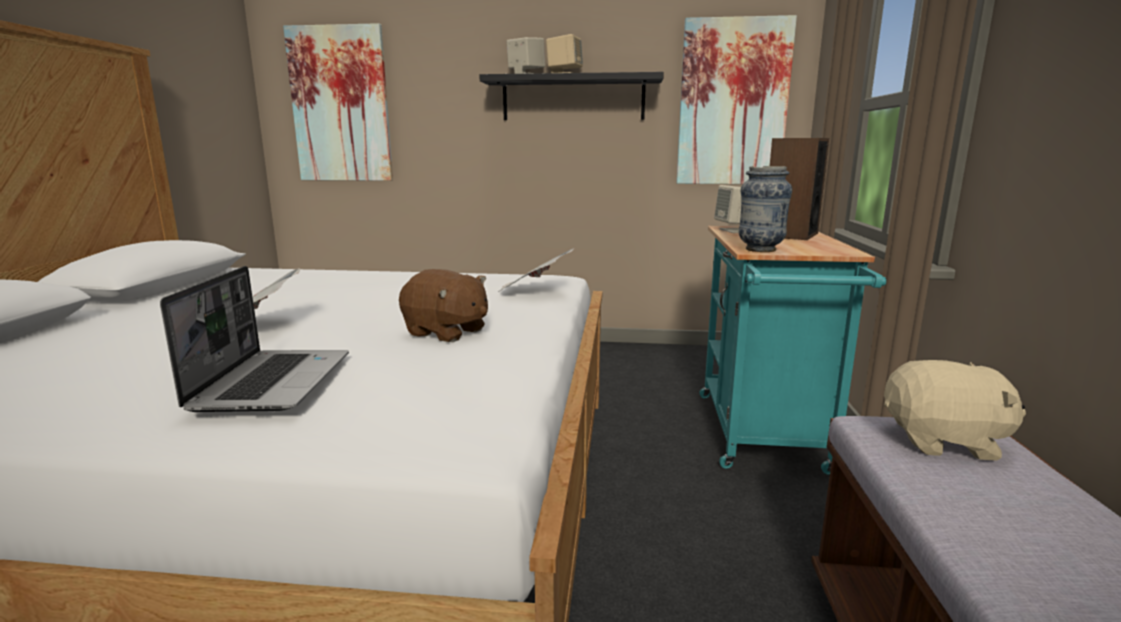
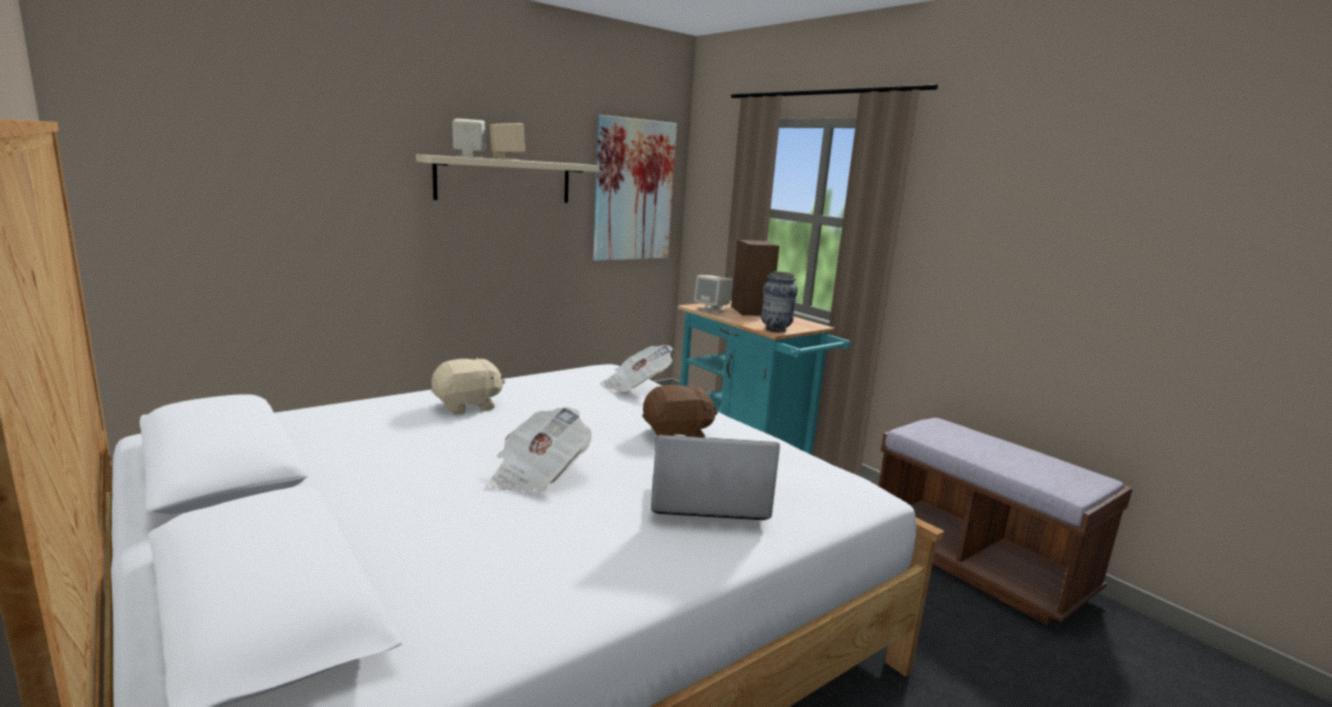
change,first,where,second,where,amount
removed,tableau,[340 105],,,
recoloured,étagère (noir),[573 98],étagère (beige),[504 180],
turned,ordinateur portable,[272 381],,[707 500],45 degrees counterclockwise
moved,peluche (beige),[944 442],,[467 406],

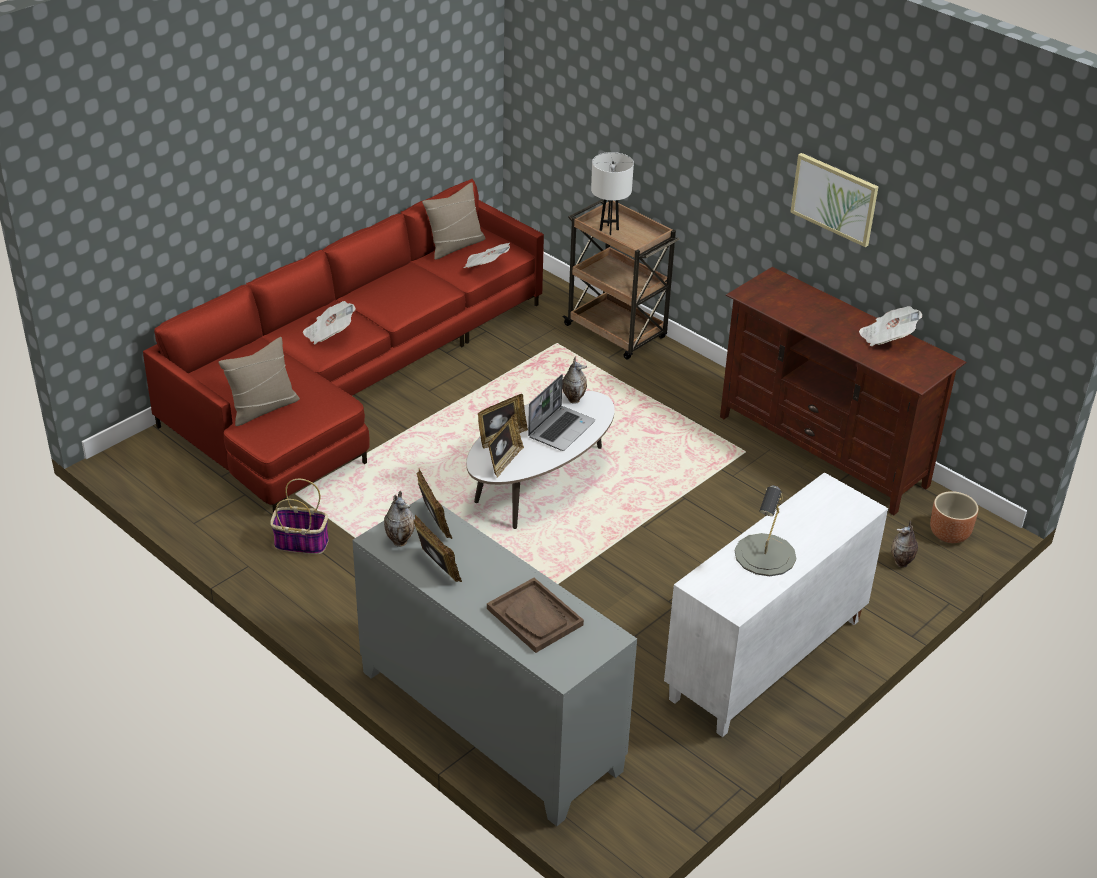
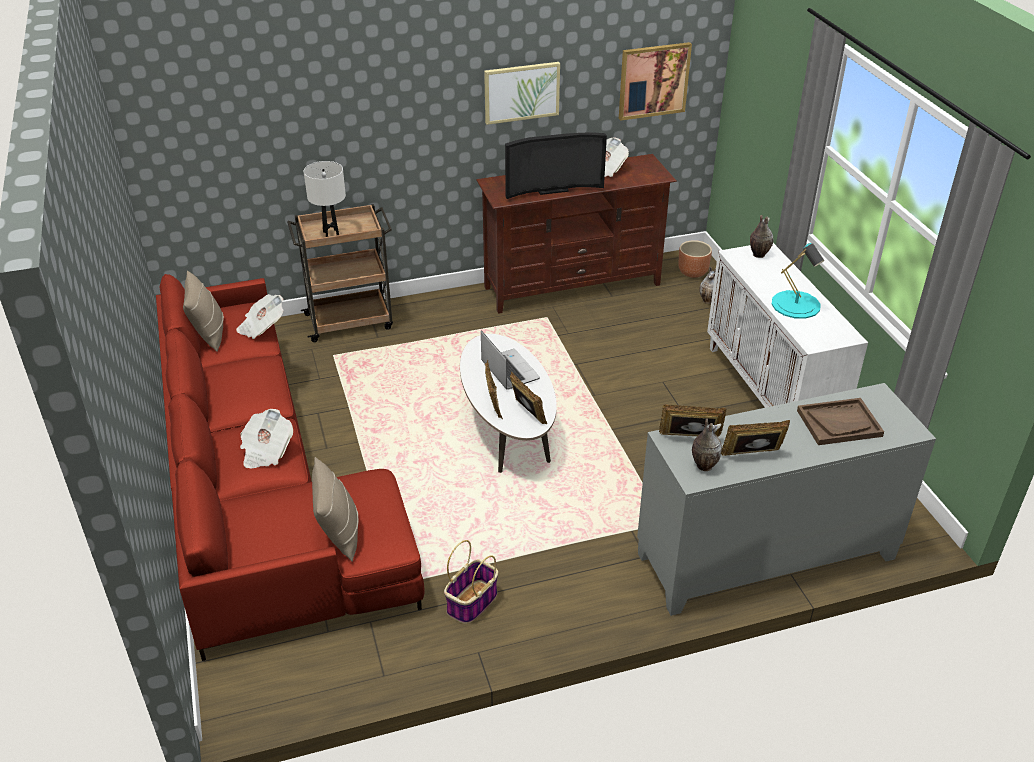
change,first,where,second,where,amount
moved,vase,[573 399],,[758 255],
recoloured,lampe de table (gris),[765 555],lampe de table (turquoise),[796 304],
added,,,tableau,[653 80],
added,,,téléviseur,[551 189],

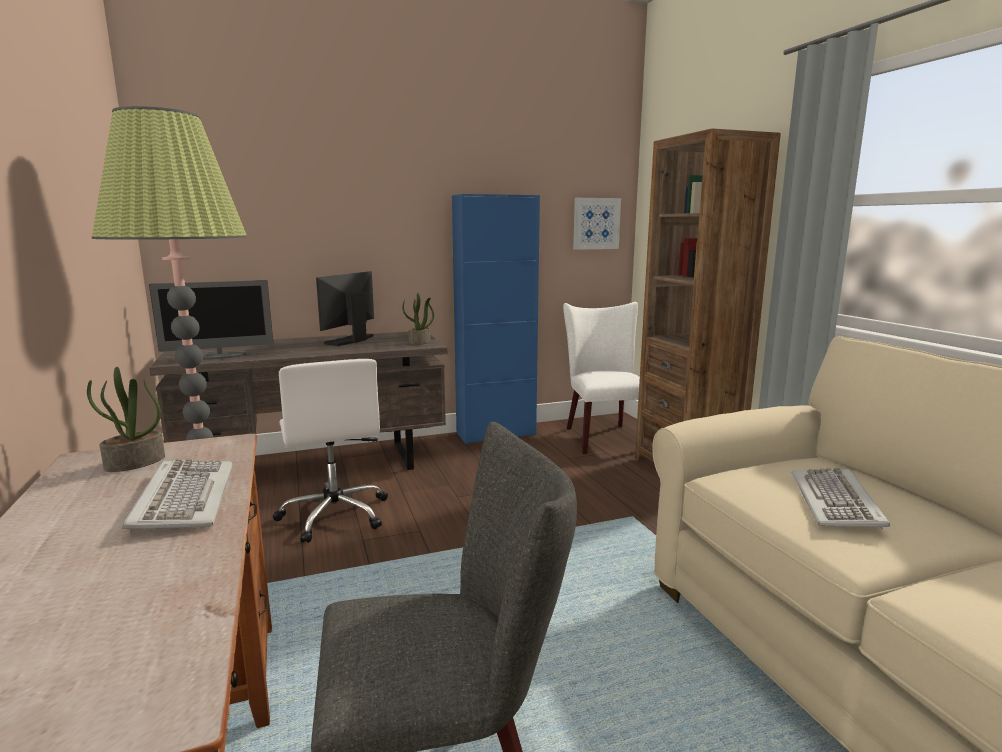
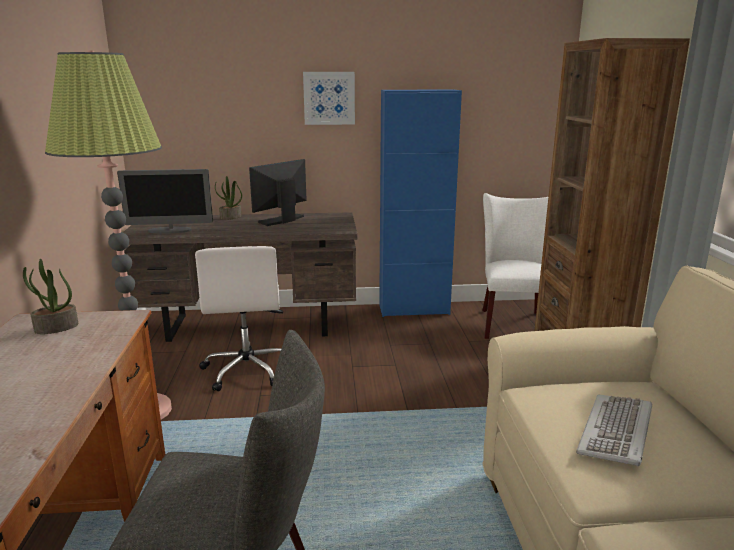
change,first,where,second,where,amount
moved,tableau,[596 223],,[329 98],
moved,plante en pot,[420 342],,[230 217],
removed,clavier,[183 498],,,

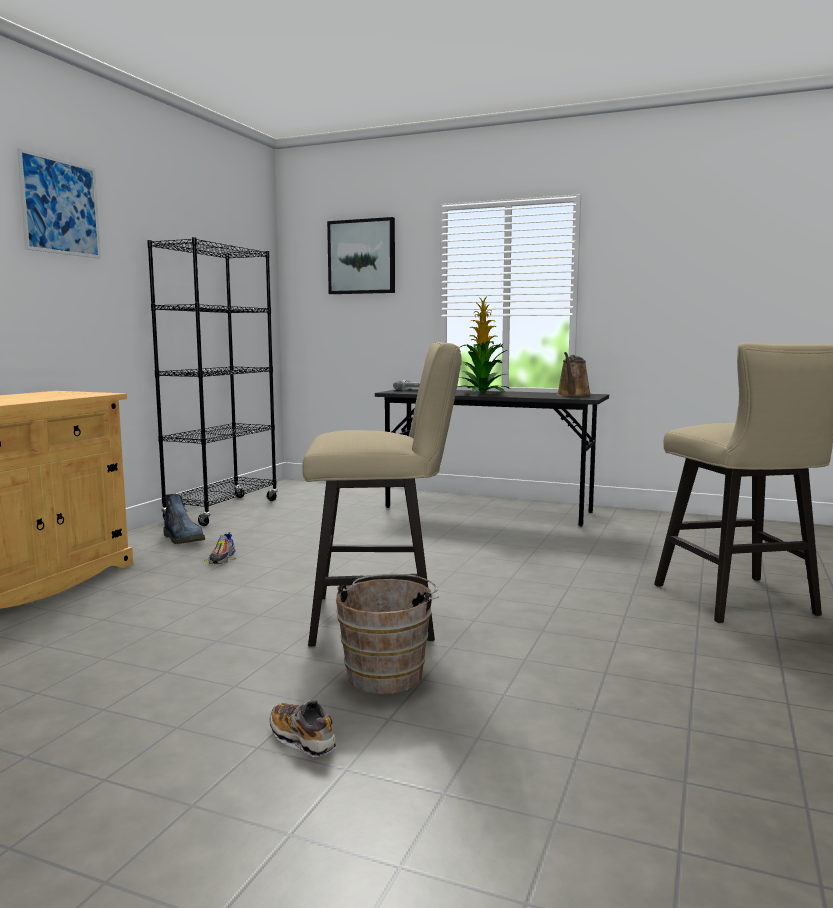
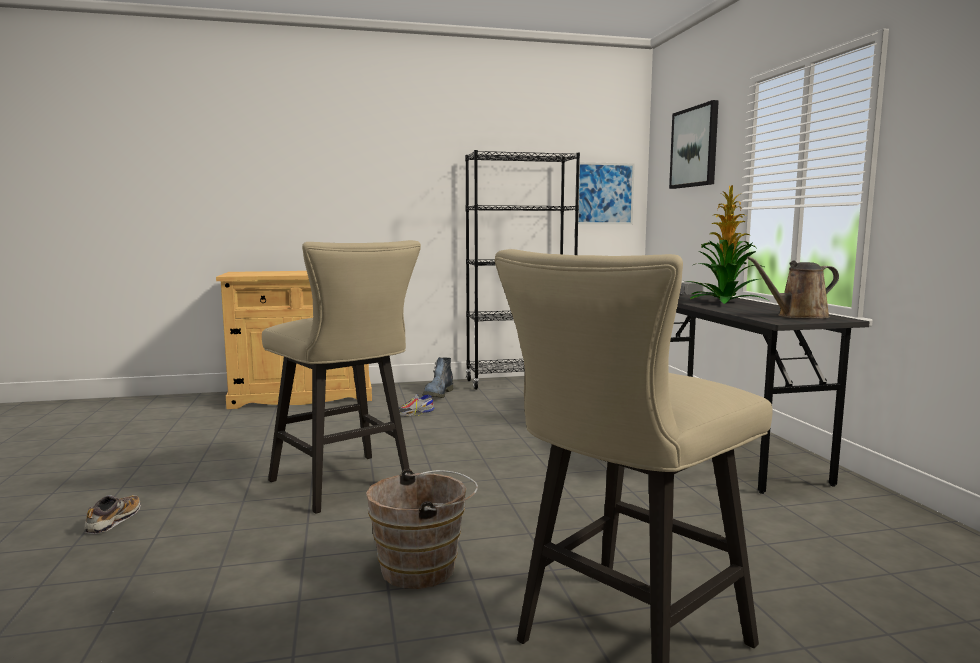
change,first,where,second,where,amount
moved,tableau,[60 207],,[605 193],
moved,seau (marron),[387 673],,[424 568],

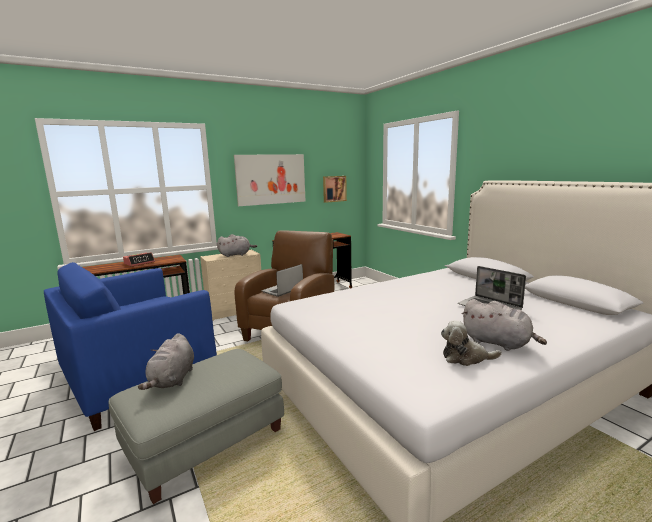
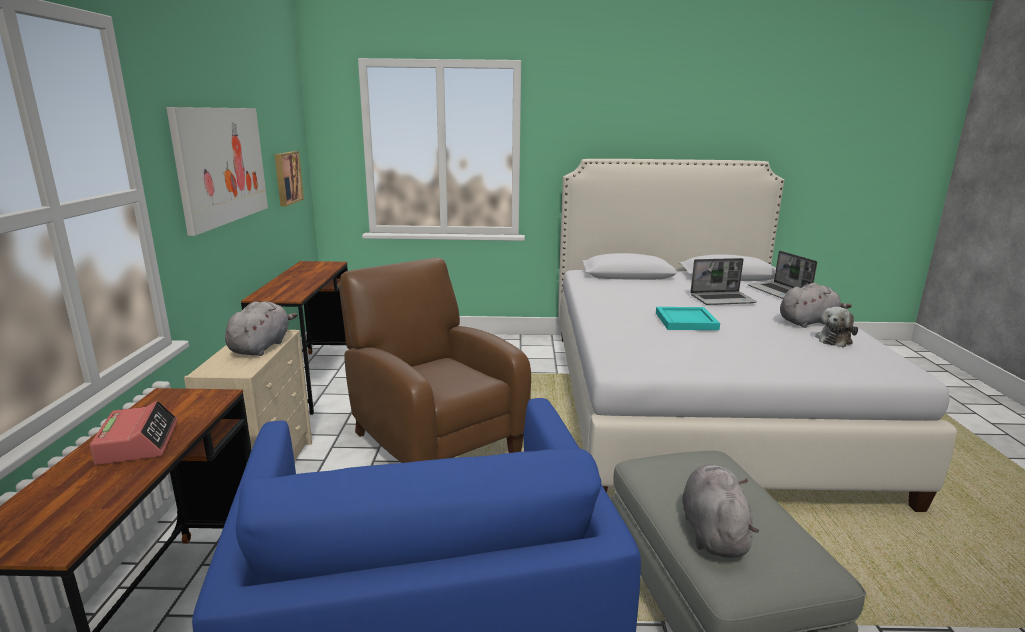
change,first,where,second,where,amount
moved,ordinateur portable,[282 290],,[779 292],
turned,peluche (gris),[172 380],,[713 531],120 degrees counterclockwise
added,,,plateau (turquoise),[685 321],

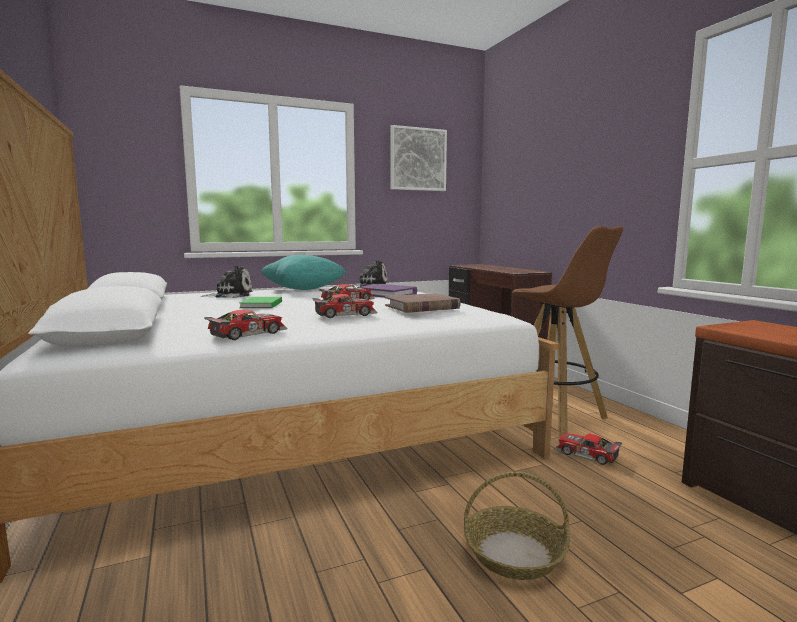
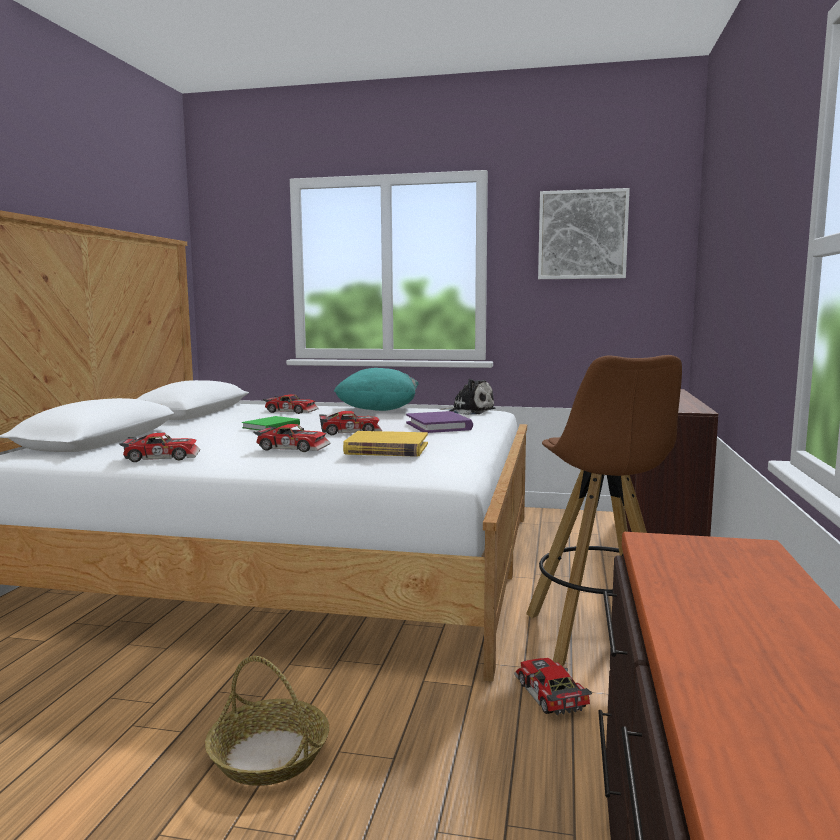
change,first,where,second,where,amount
replaced,peluche,[231 295],petite voiture,[292 411],
recoloured,livre (marron),[422 307],livre (jaune),[386 449],

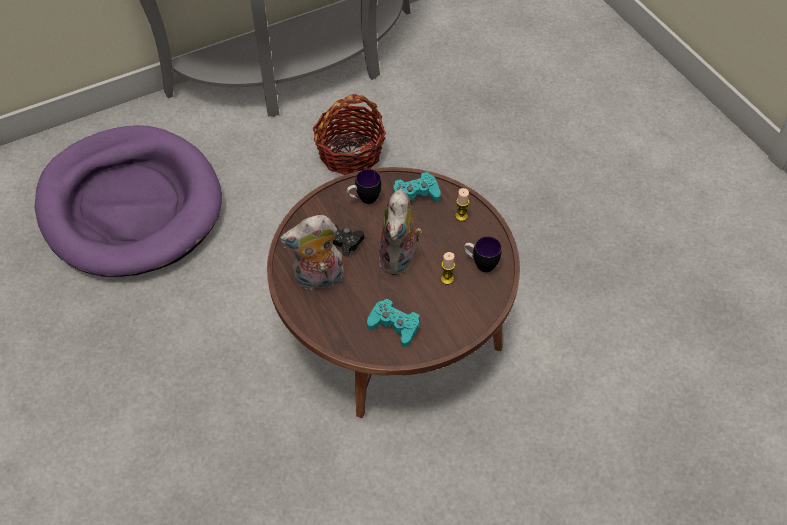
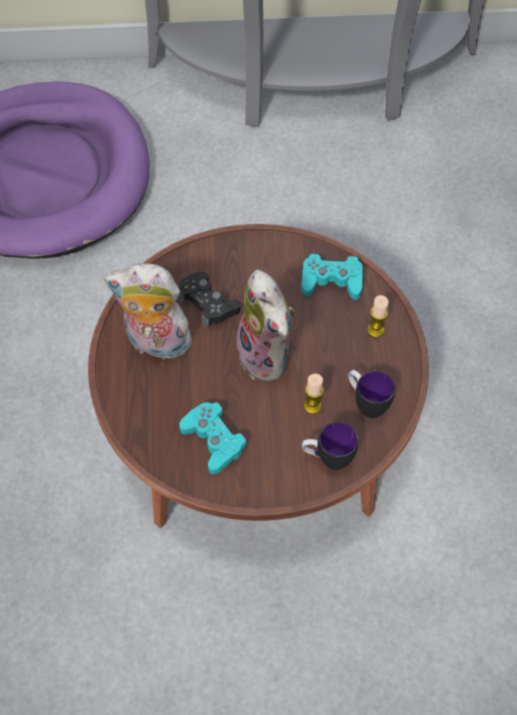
change,first,where,second,where,amount
removed,panier,[350 153],,,
moved,mug,[364 199],,[327 459],
turned,peluche,[400 259],,[268 356],60 degrees counterclockwise

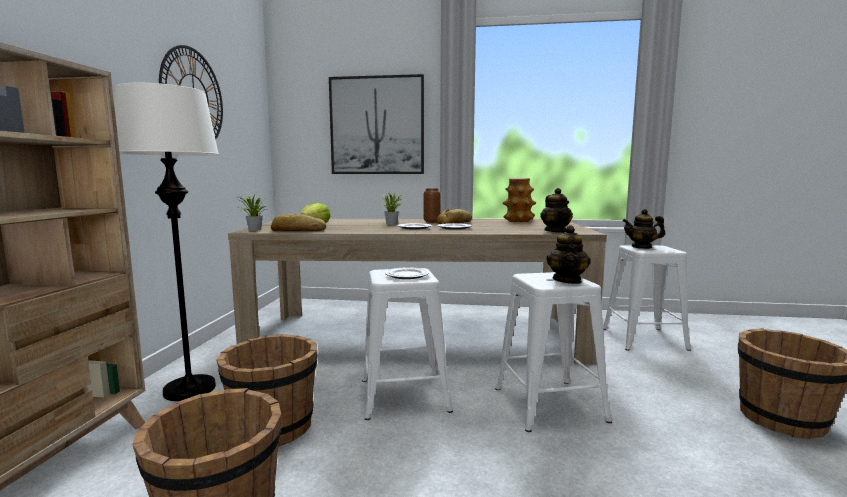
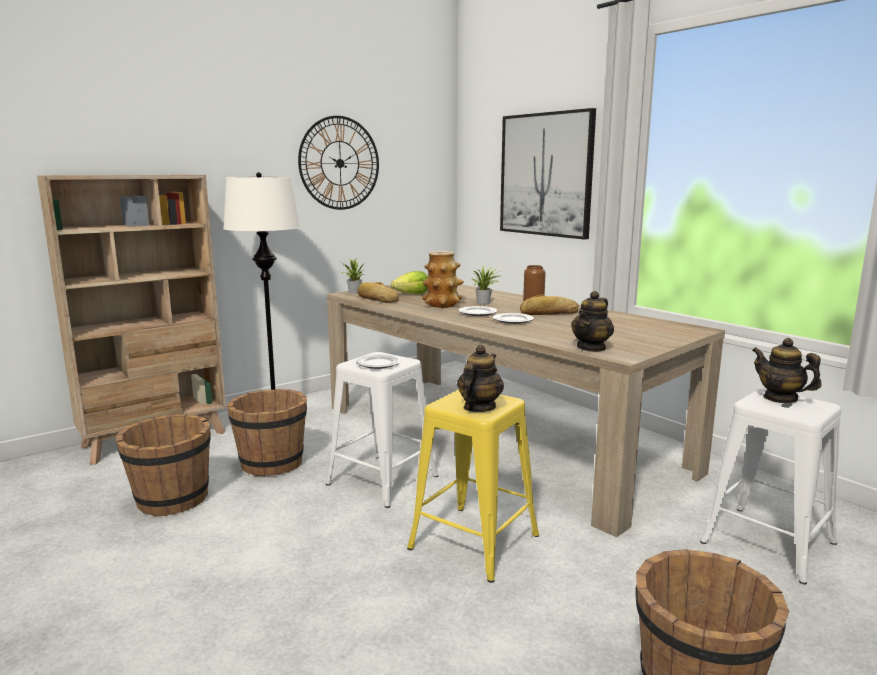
change,first,where,second,where,amount
moved,vase,[518 221],,[442 305],
turned,théière,[567 280],,[479 407],150 degrees clockwise
recoloured,tabouret (blanc),[548 404],tabouret (jaune),[474 541],

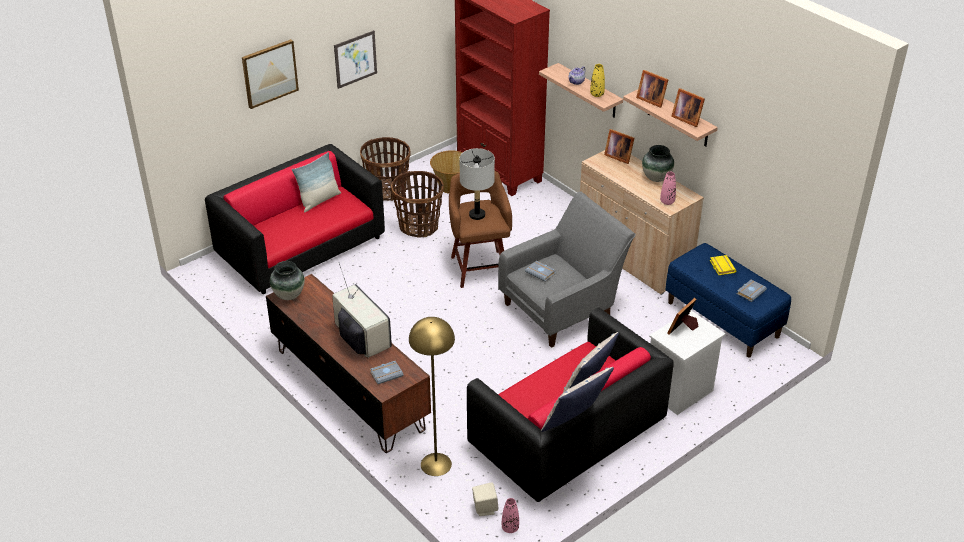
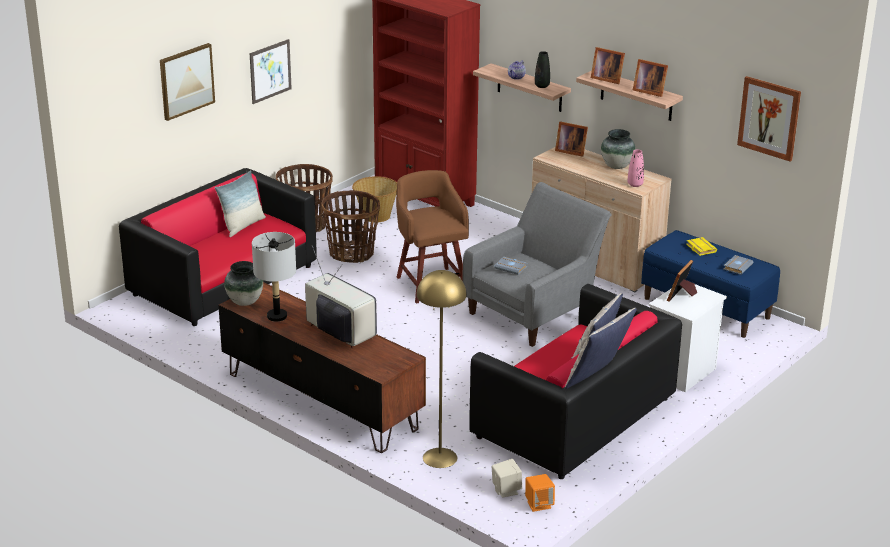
change,first,where,second,where,amount
recoloured,vase (jaune),[597 94],vase (noir),[542 86],
moved,lampe de table (gris),[477 215],,[276 316],
removed,livre (gris),[387 373],,,
replaced,vase (rose),[510 528],enceinte (orange),[539 504],
added,,,tableau,[769 118],

